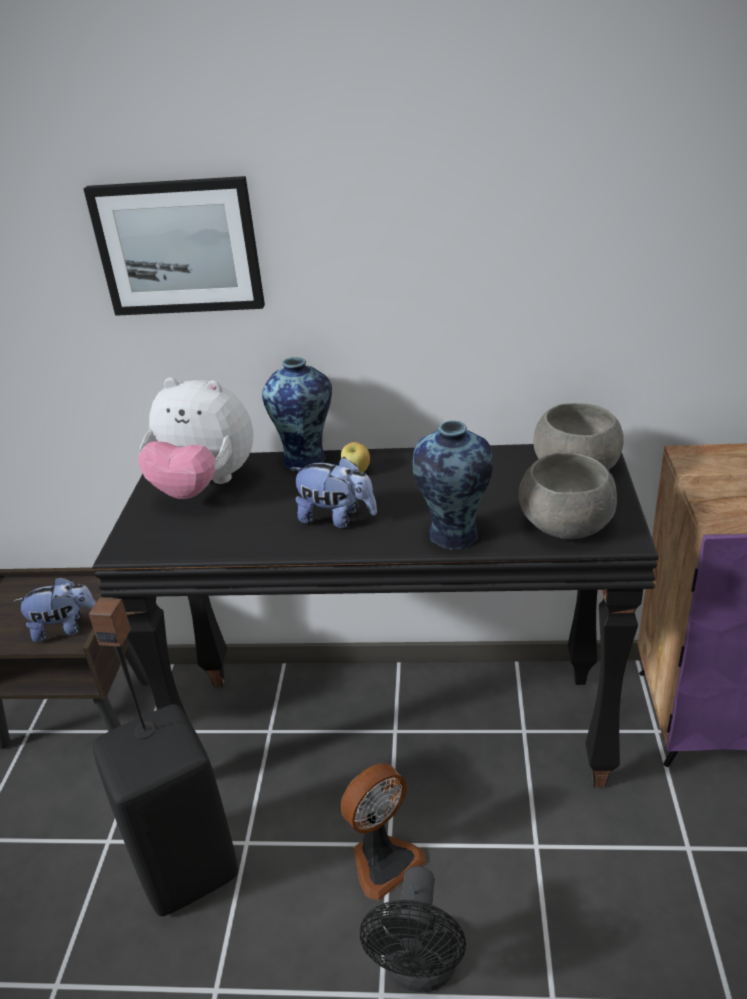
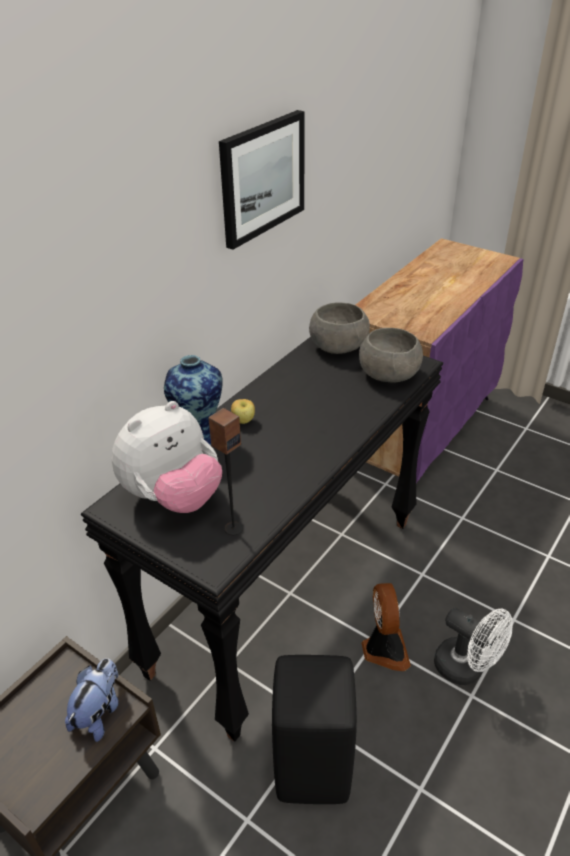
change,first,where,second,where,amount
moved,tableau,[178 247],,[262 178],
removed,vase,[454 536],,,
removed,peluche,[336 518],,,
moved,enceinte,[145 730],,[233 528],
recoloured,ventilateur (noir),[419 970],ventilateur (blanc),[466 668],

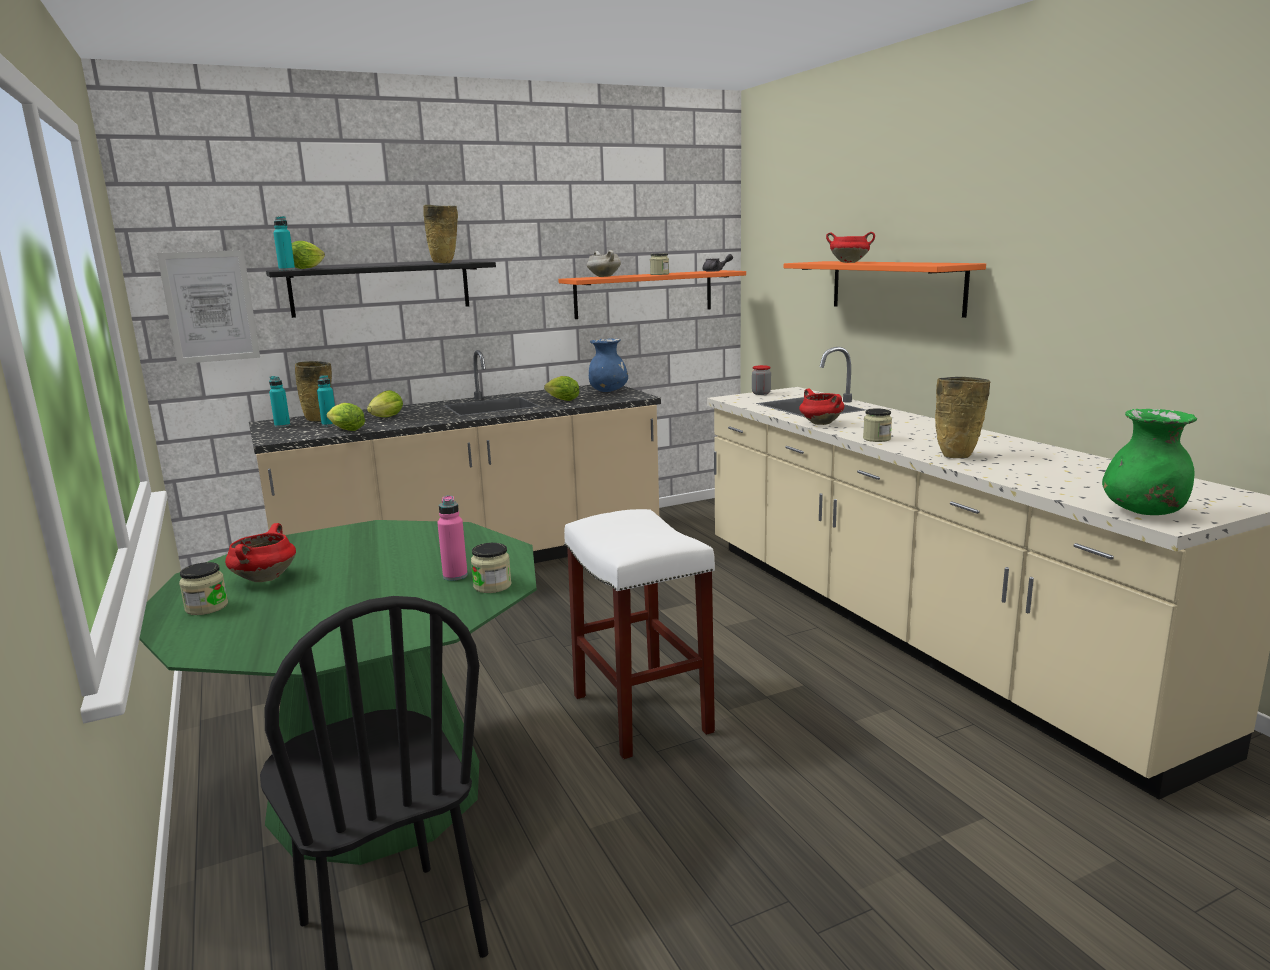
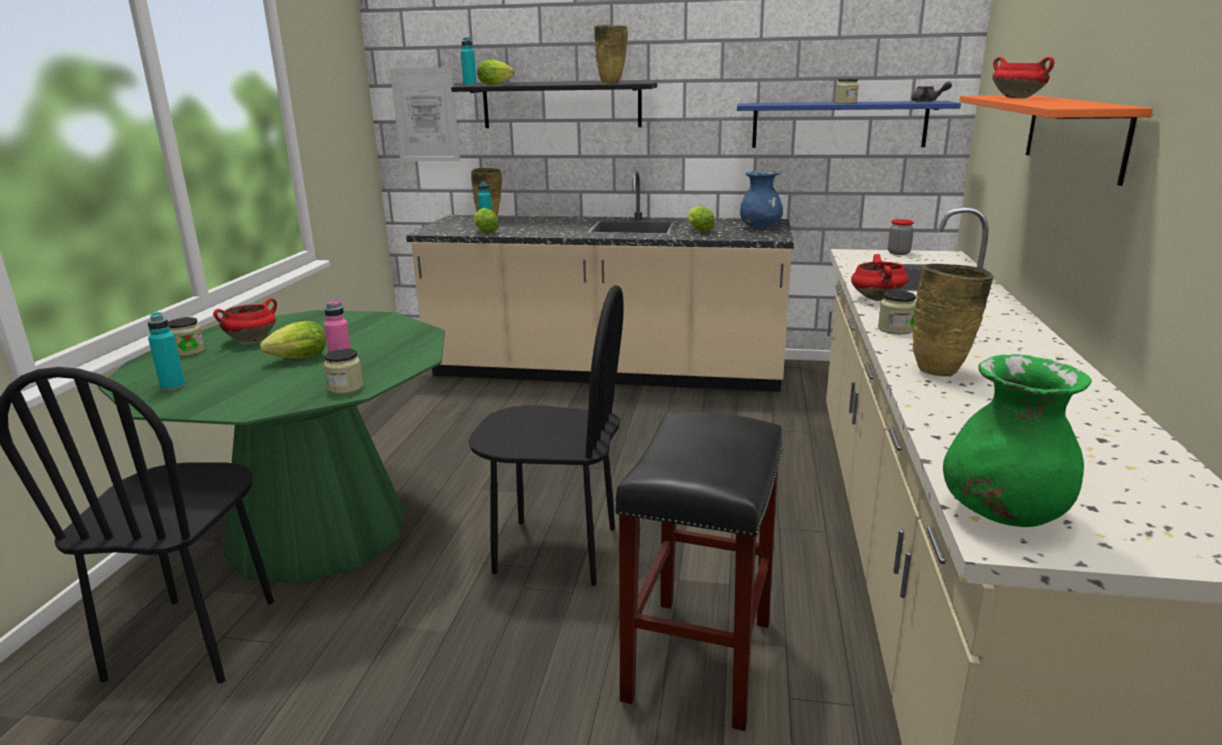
change,first,where,second,where,amount
removed,marmite (blanc),[603 277],,,
recoloured,étagère (orange),[644 294],étagère (bleu),[838 124],
moved,bouteille (turquoise),[282 425],,[173 386],
moved,laitue,[385 418],,[295 359],
replaced,tabouret (blanc),[643 714],chaise (noir),[555 550],
added,,,tabouret (noir),[700 661],

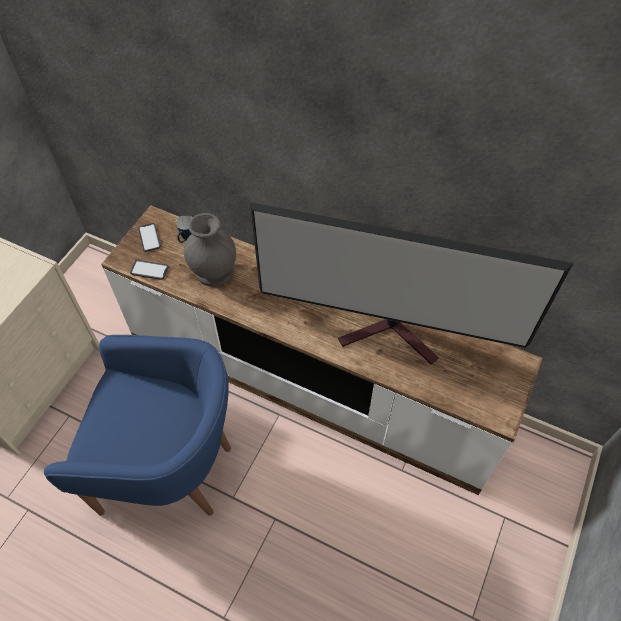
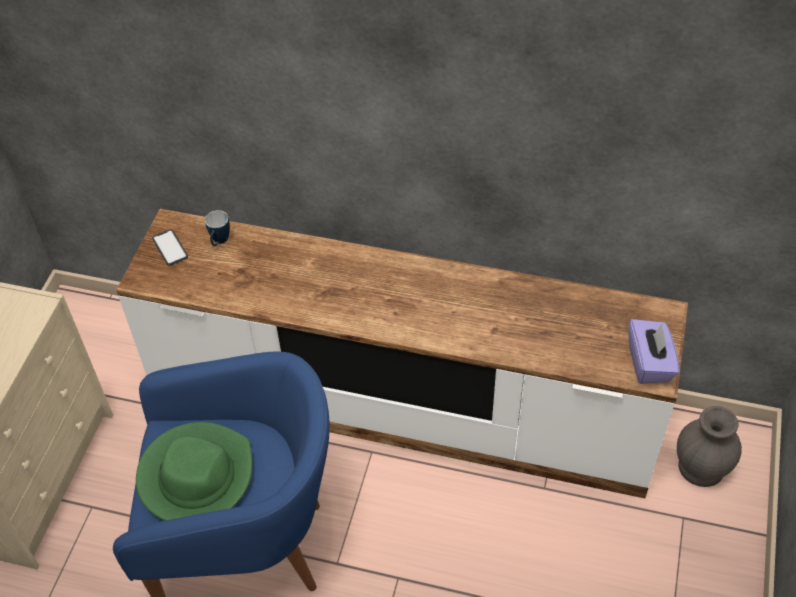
change,first,where,second,where,amount
removed,téléviseur,[393 336],,,
moved,vase (gris),[214 272],,[702 468],
removed,téléphone,[149 270],,,
added,,,boîte à mouchoirs (violet),[649 363],
added,,,chapeau (vert),[196 476],

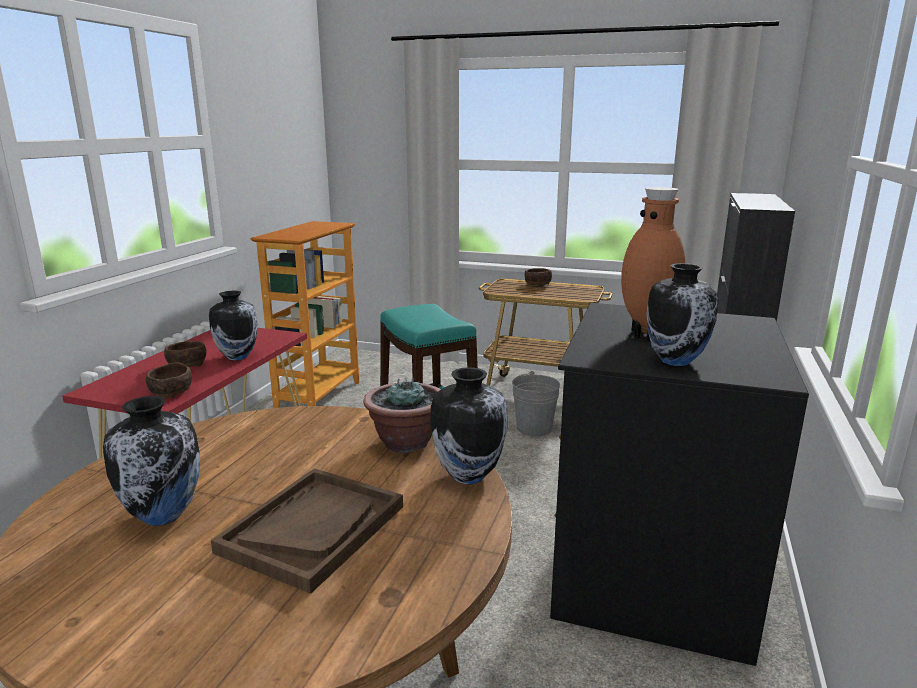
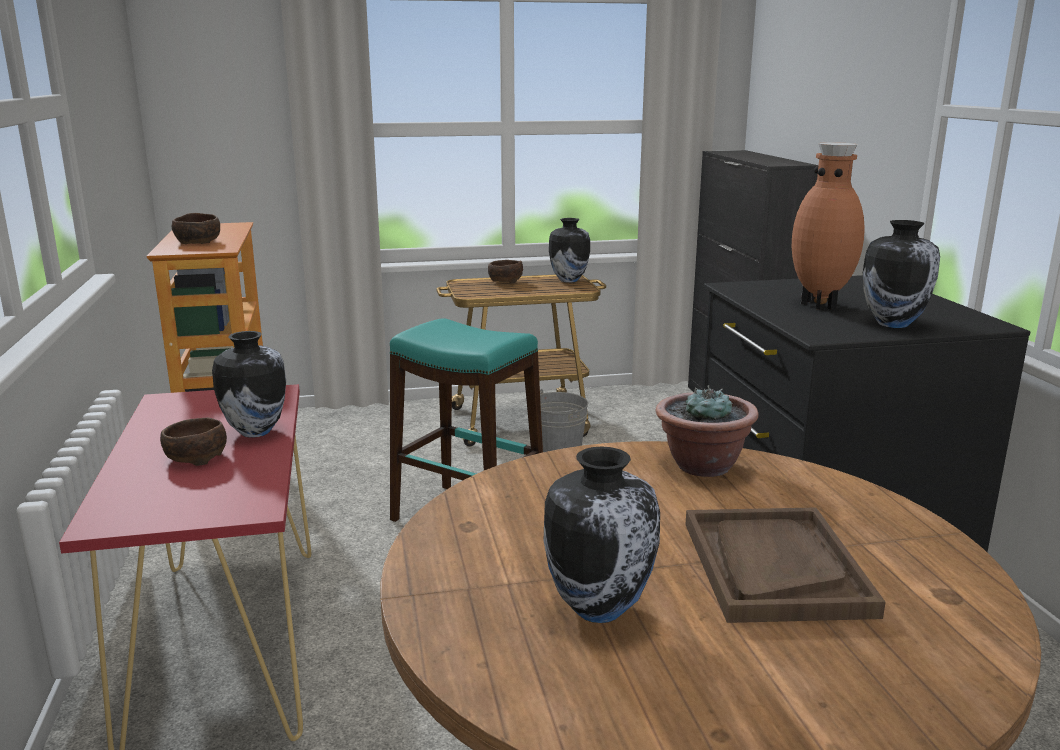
change,first,where,second,where,amount
moved,bol (marron),[171 393],,[198 242],
moved,vase,[468 475],,[568 280],

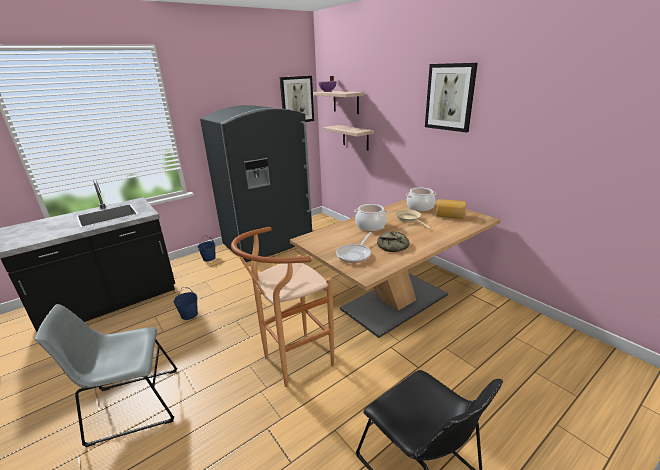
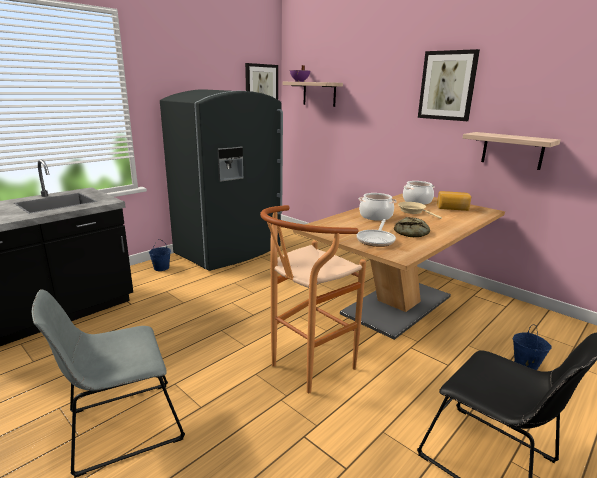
change,first,where,second,where,amount
moved,étagère,[355 137],,[512 150],
moved,seau (bleu),[189 314],,[525 364],

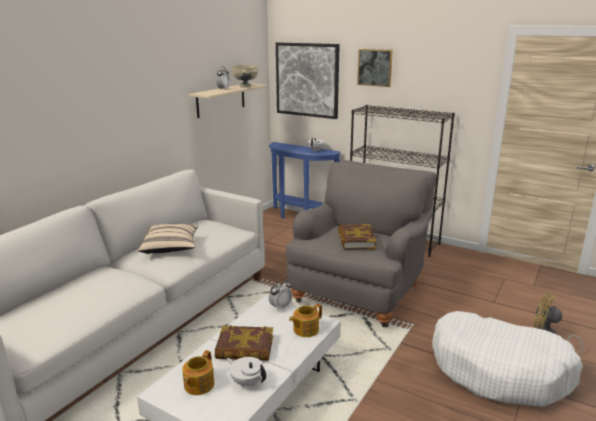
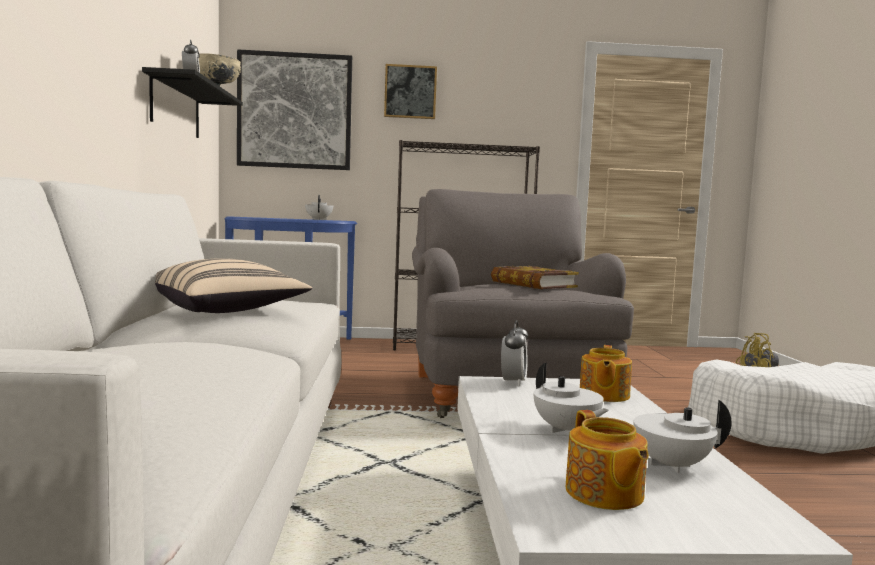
change,first,where,second,where,amount
recoloured,étagère (beige),[221 100],étagère (noir),[175 108],
replaced,livre,[245 348],théière (blanc),[566 430],

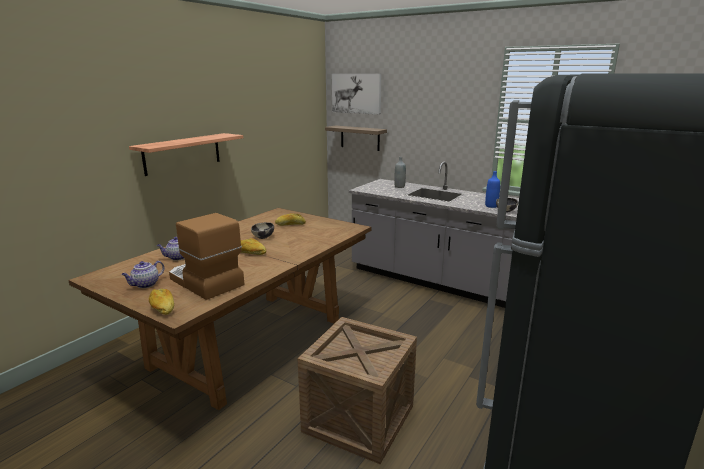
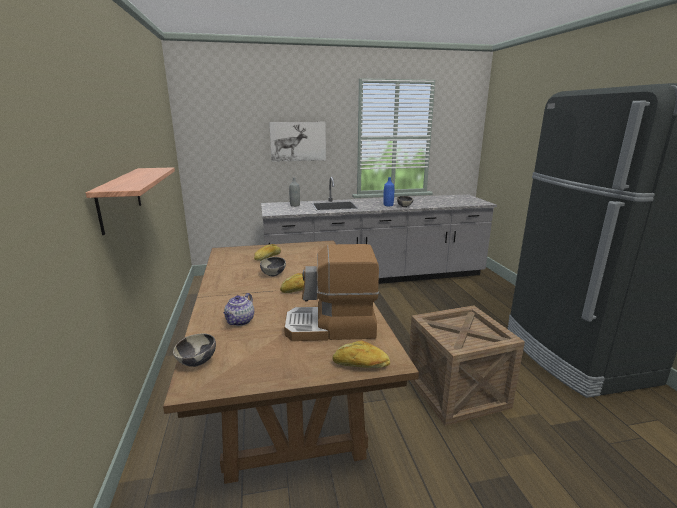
change,first,where,second,where,amount
moved,tableau,[356 93],,[298 141],
removed,étagère,[360 138],,,
removed,théière,[145 285],,,
added,,,bol,[197 362],

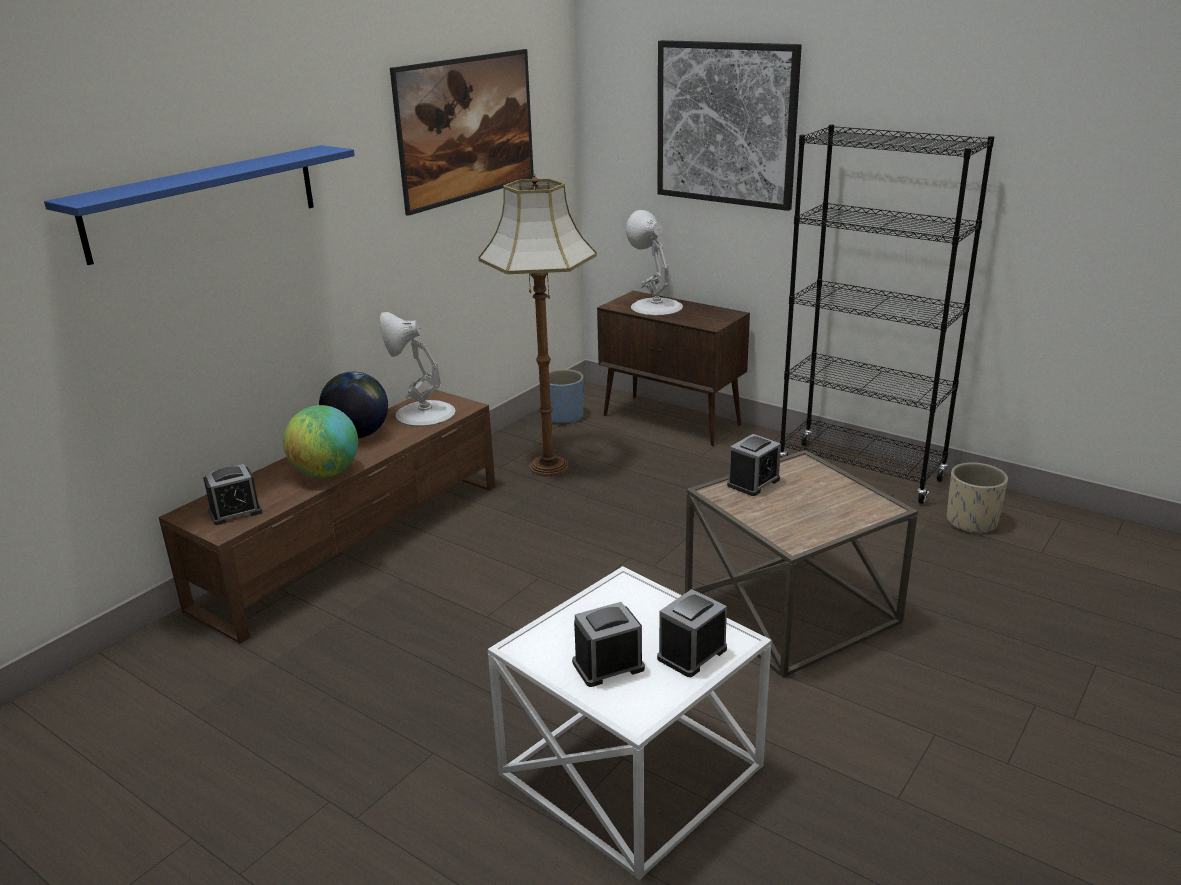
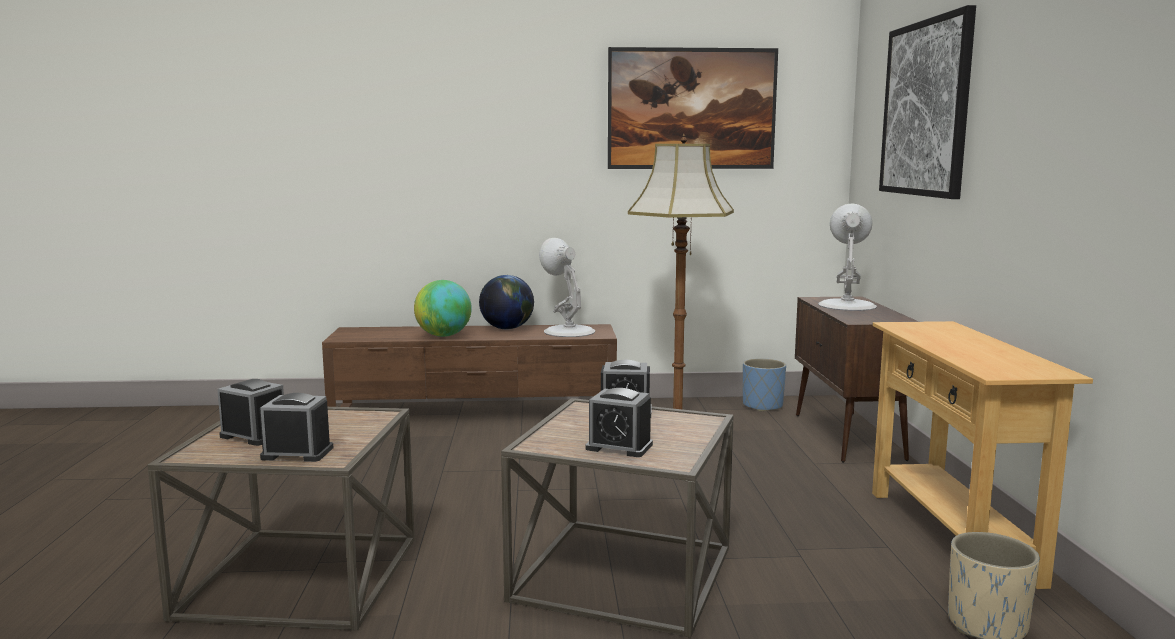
change,first,where,second,where,amount
replaced,bibliothèque (noir),[860 472],table console (beige),[950 535],
removed,étagère (bleu),[204 202],,,
moved,réveil,[235 512],,[619 447],
recoloured,table d'appoint (blanc),[631 772],table d'appoint (marron),[299 577],

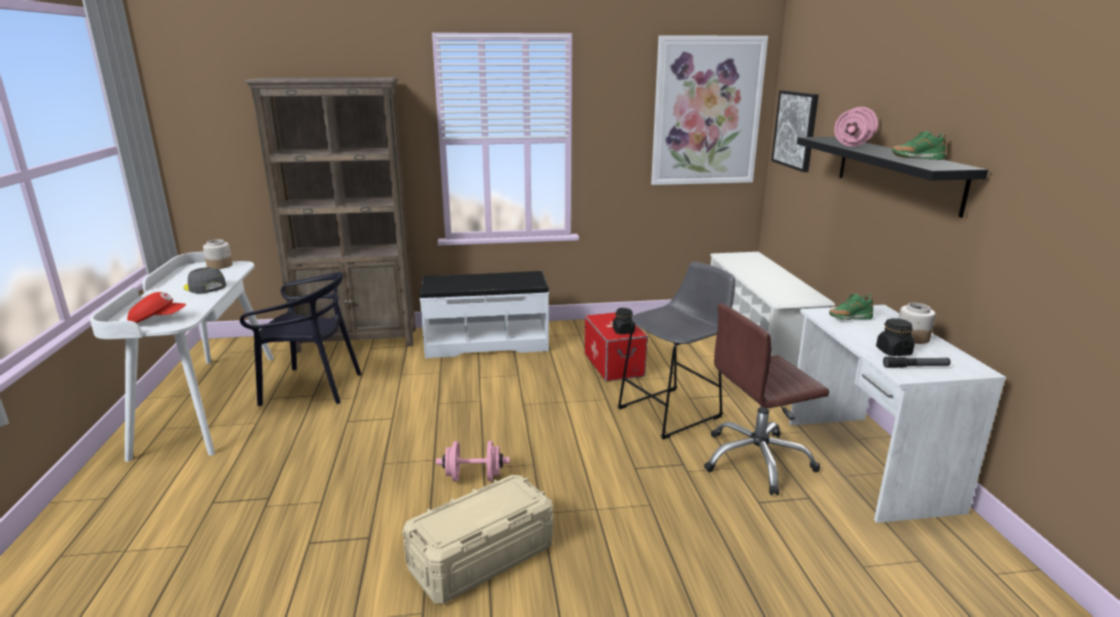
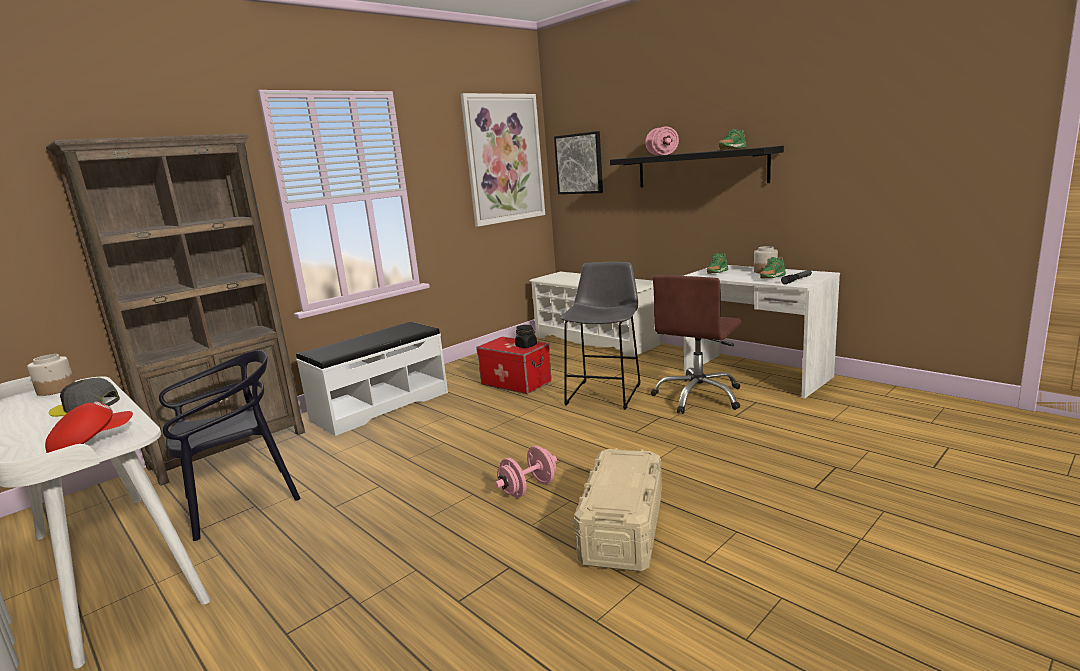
change,first,where,second,where,amount
replaced,bocal (noir),[893 351],chaussure (vert),[771 278],

